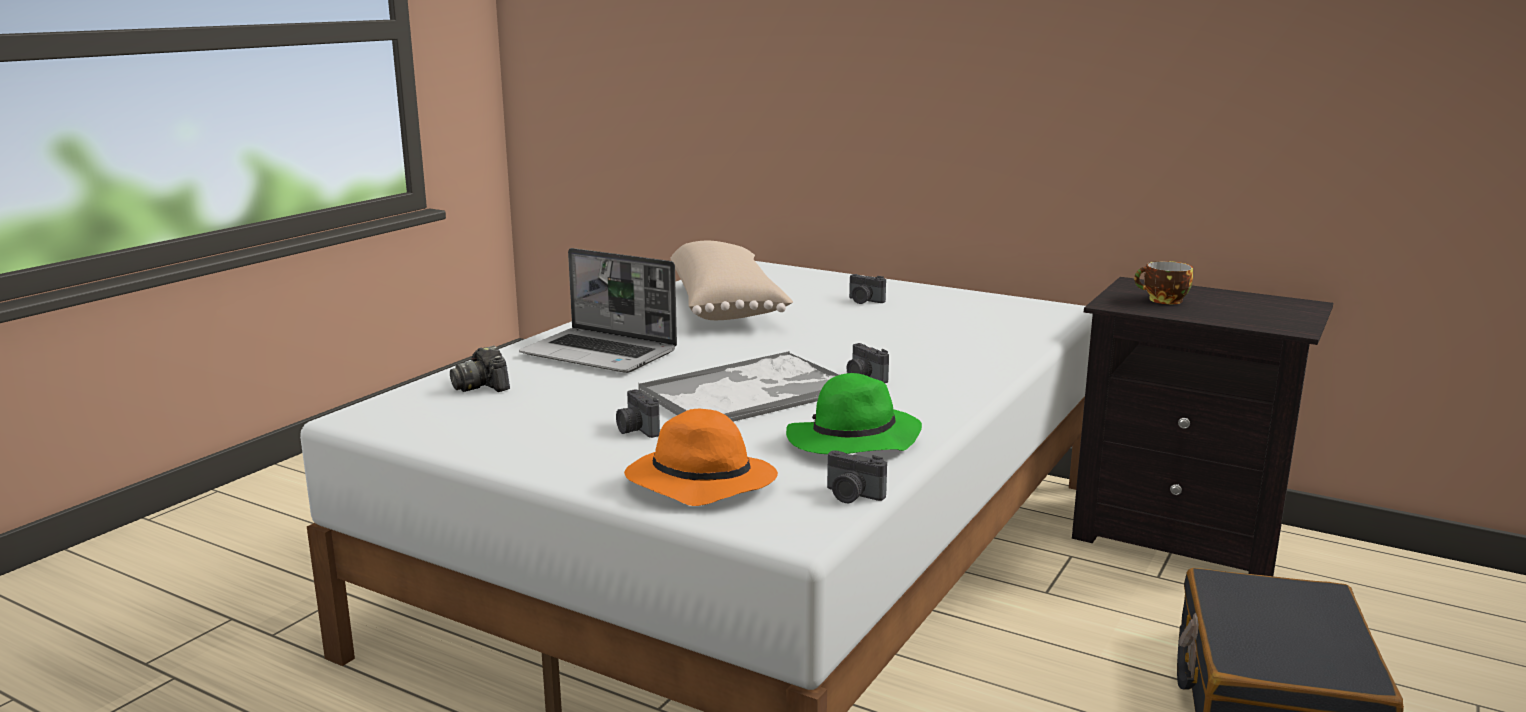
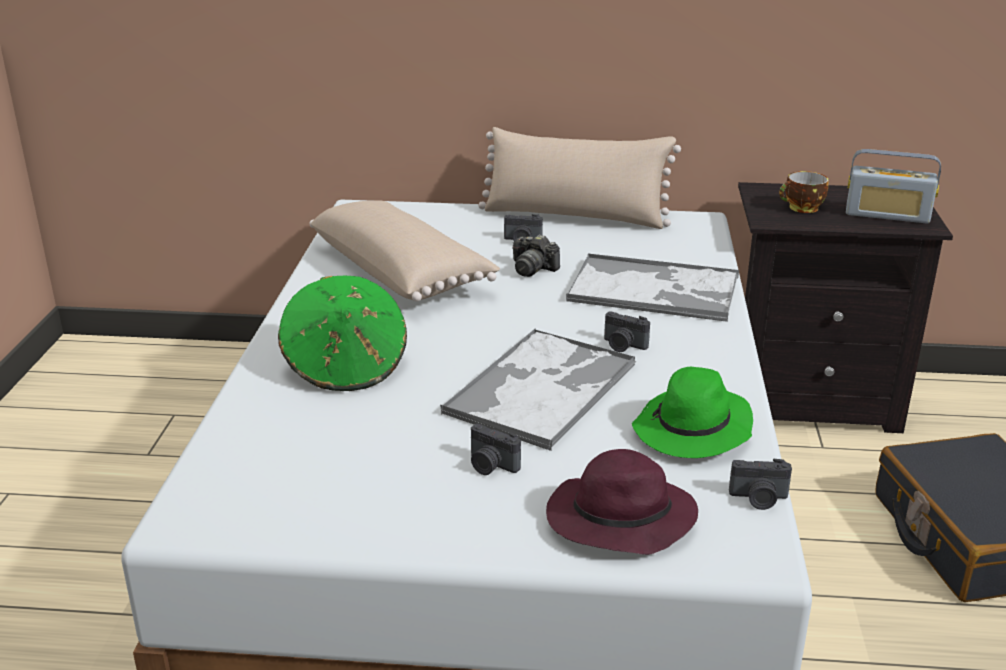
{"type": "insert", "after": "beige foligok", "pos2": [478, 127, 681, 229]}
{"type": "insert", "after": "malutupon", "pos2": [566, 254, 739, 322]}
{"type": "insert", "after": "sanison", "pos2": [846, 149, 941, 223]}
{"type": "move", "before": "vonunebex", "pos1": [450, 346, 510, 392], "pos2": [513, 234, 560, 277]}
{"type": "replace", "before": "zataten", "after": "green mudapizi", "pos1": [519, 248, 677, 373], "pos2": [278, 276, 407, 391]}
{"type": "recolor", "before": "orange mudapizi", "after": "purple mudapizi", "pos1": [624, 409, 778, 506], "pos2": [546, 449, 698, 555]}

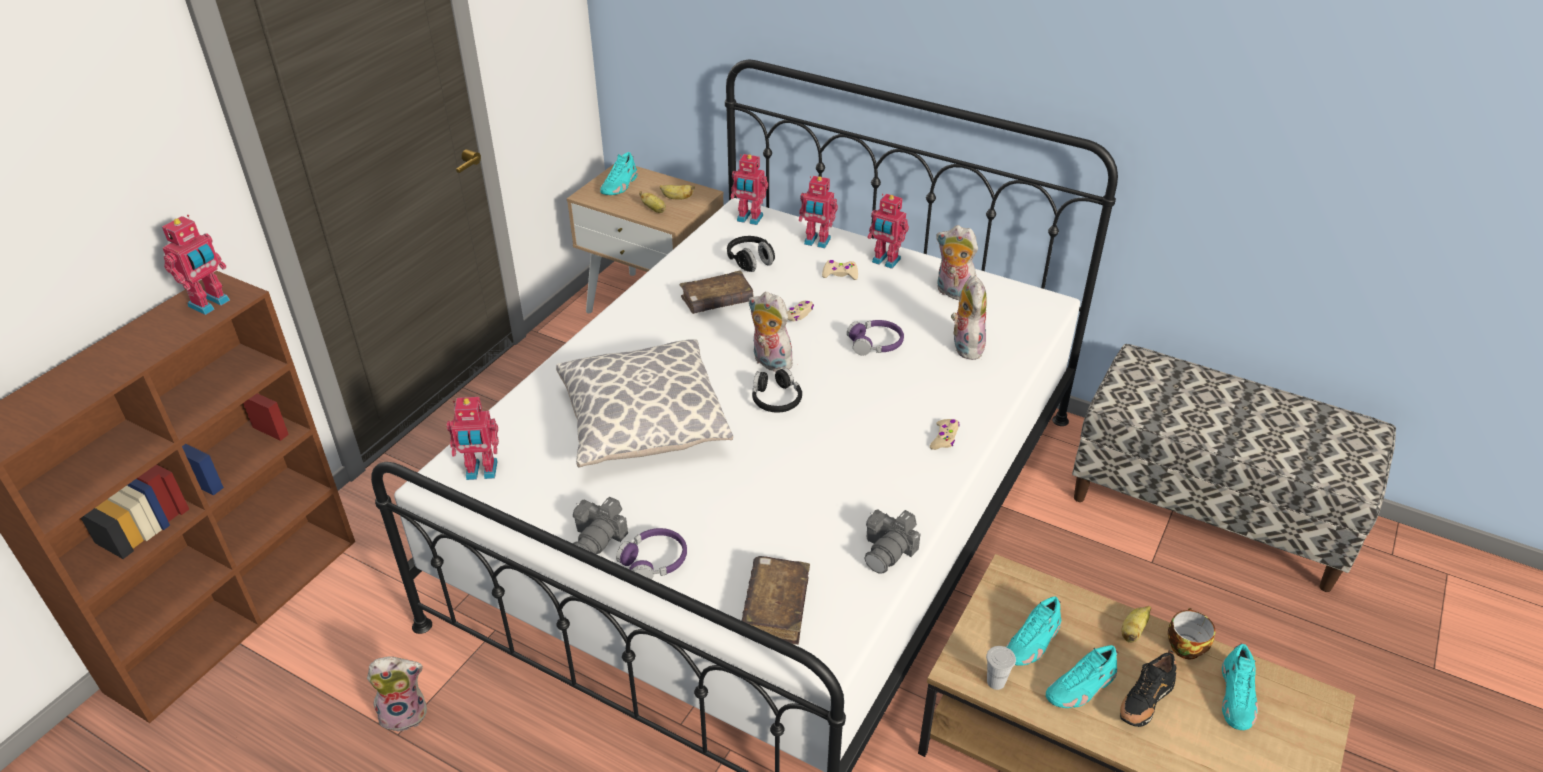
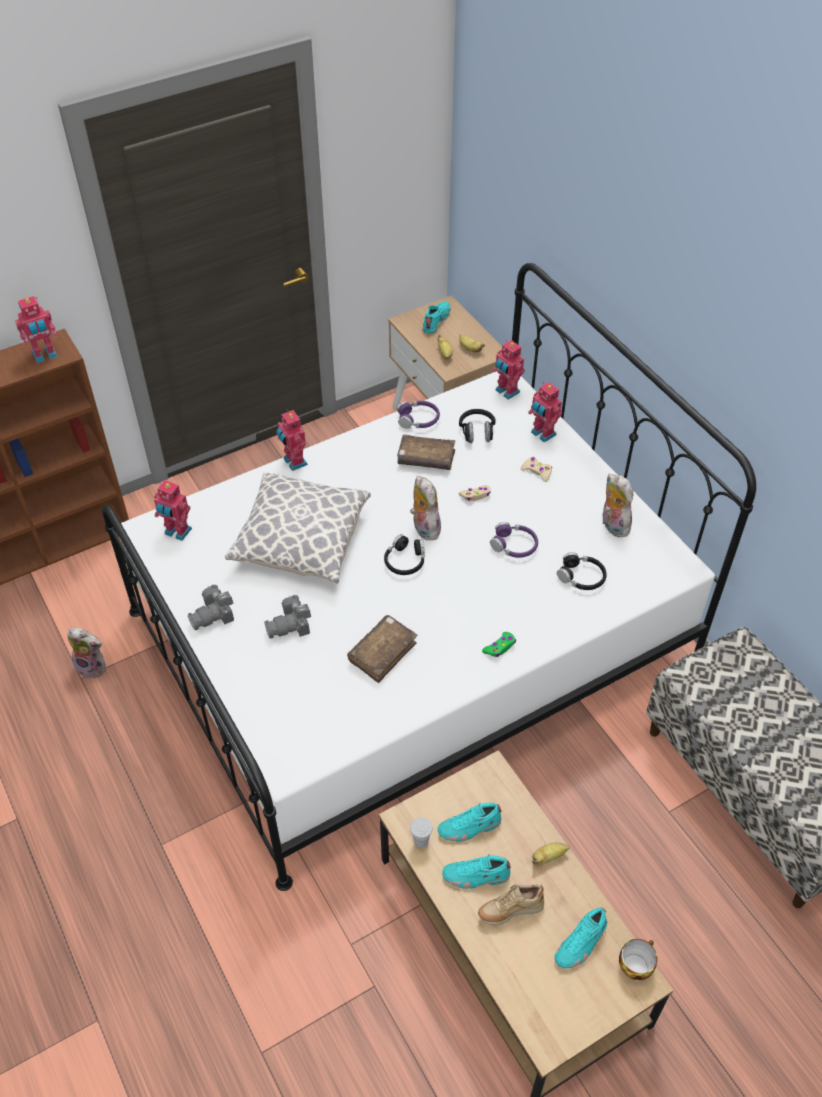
{"type": "move", "before": "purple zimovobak", "pos1": [616, 528, 687, 580], "pos2": [397, 401, 440, 429]}
{"type": "move", "before": "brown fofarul", "pos1": [741, 556, 810, 645], "pos2": [347, 615, 418, 683]}
{"type": "move", "before": "vonunebex", "pos1": [864, 509, 920, 574], "pos2": [265, 595, 311, 639]}
{"type": "move", "before": "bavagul", "pos1": [868, 194, 909, 269], "pos2": [276, 410, 308, 471]}
{"type": "move", "before": "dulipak", "pos1": [1168, 608, 1215, 659], "pos2": [619, 939, 657, 980]}
{"type": "replace", "before": "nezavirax", "after": "black zimovobak", "pos1": [951, 276, 987, 360], "pos2": [557, 552, 607, 590]}
{"type": "recolor", "before": "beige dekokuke", "after": "green dekokuke", "pos1": [930, 419, 960, 450], "pos2": [482, 632, 516, 657]}
{"type": "recolor", "before": "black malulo", "after": "beige malulo", "pos1": [1120, 650, 1176, 727], "pos2": [478, 884, 544, 925]}
{"type": "rotate", "before": "turquoise malulo", "pos1": [600, 152, 638, 195], "pos2": [423, 301, 451, 334], "turn": 150}

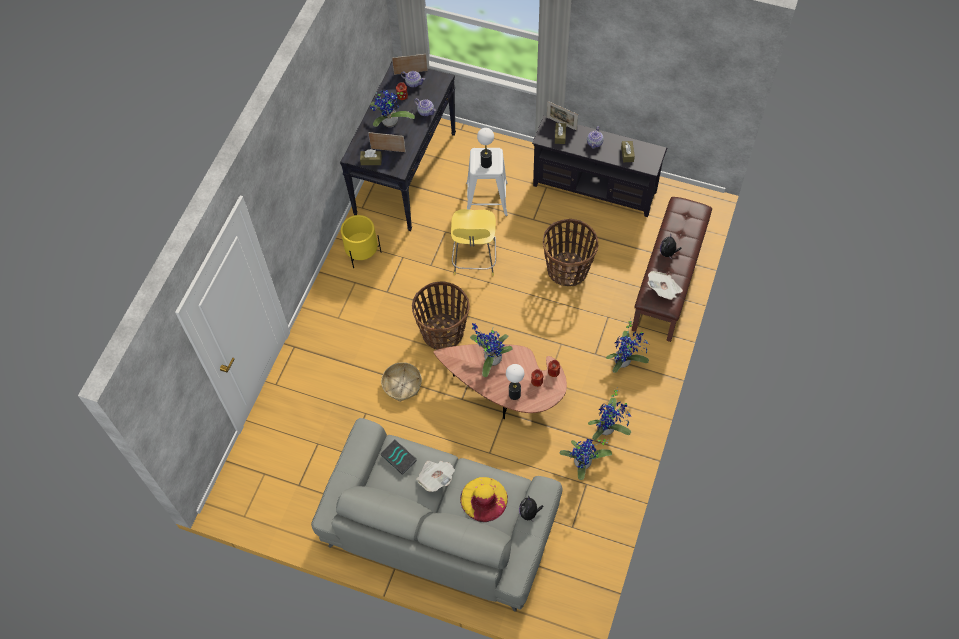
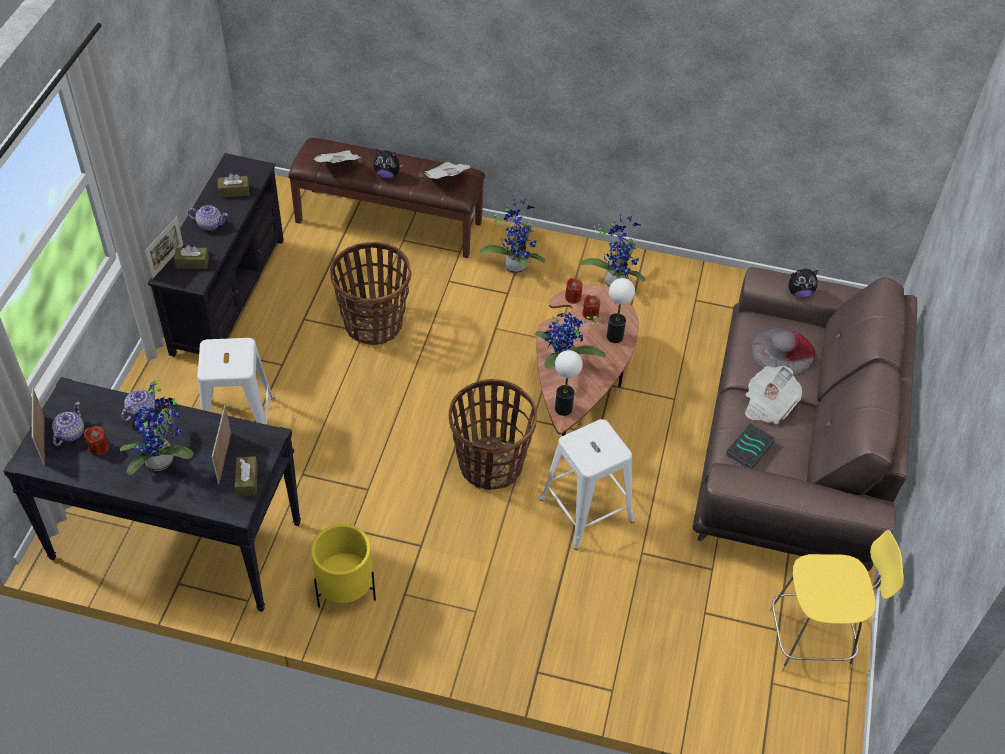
{"type": "delete", "before": "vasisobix", "pos1": [560, 439, 612, 480]}
{"type": "insert", "after": "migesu", "pos2": [314, 151, 361, 163]}
{"type": "move", "before": "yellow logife", "pos1": [451, 209, 496, 276], "pos2": [769, 530, 904, 671]}
{"type": "move", "before": "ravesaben", "pos1": [477, 128, 494, 168], "pos2": [555, 350, 583, 416]}
{"type": "replace", "before": "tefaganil", "after": "white logife", "pos1": [381, 362, 422, 402], "pos2": [539, 419, 634, 550]}
{"type": "recolor", "before": "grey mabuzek", "after": "brown mabuzek", "pos1": [311, 418, 563, 612], "pos2": [693, 267, 917, 571]}
{"type": "recolor", "before": "yellow mudapizi", "after": "grey mudapizi", "pos1": [460, 477, 508, 522], "pos2": [752, 328, 816, 376]}

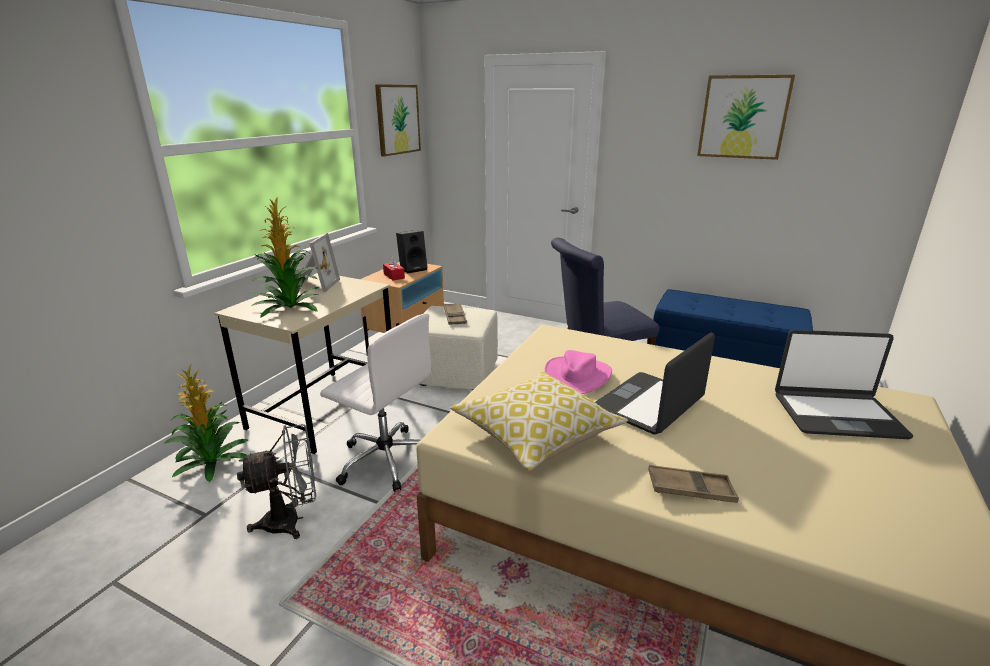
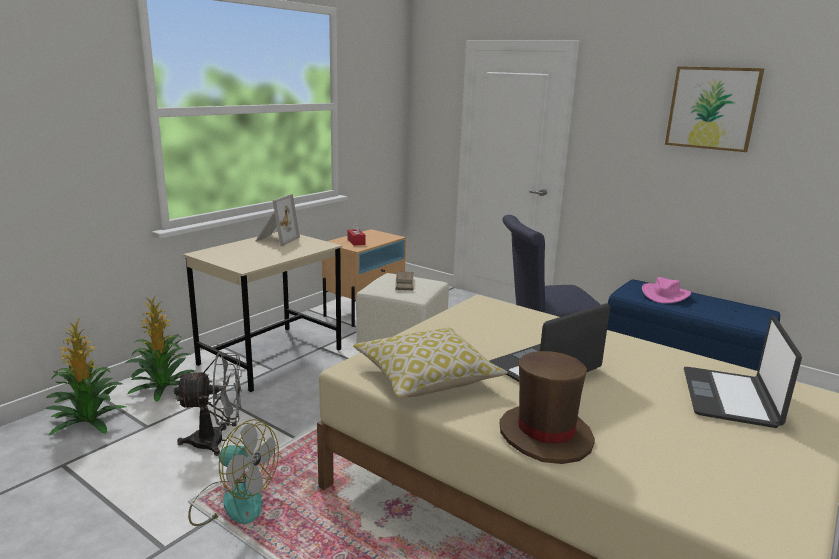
{"type": "delete", "before": "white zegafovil", "pos1": [320, 314, 431, 492]}
{"type": "delete", "before": "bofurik", "pos1": [375, 84, 421, 157]}
{"type": "delete", "before": "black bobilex", "pos1": [396, 230, 427, 273]}
{"type": "insert", "after": "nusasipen", "pos2": [188, 419, 279, 526]}
{"type": "move", "before": "vasisobix", "pos1": [249, 197, 319, 318], "pos2": [45, 318, 126, 435]}
{"type": "move", "before": "pink mudapizi", "pos1": [544, 350, 612, 394], "pos2": [642, 277, 691, 303]}
{"type": "replace", "before": "brown malutupon", "after": "brown mudapizi", "pos1": [648, 465, 739, 503], "pos2": [500, 351, 595, 464]}
{"type": "rotate", "before": "zataten", "pos1": [775, 330, 913, 439], "pos2": [684, 316, 802, 428], "turn": 90}

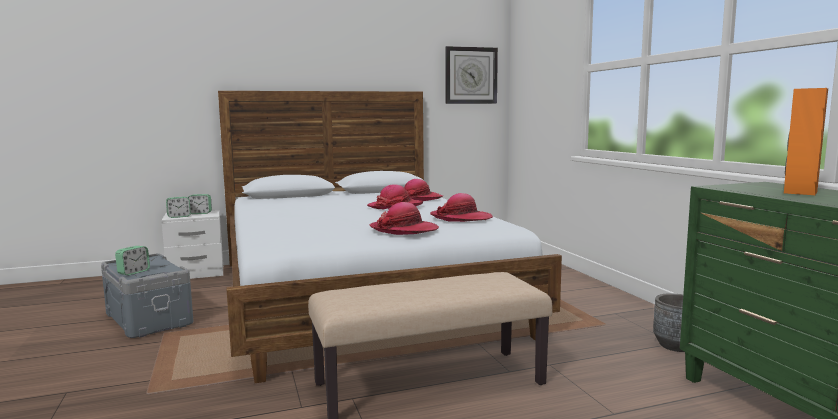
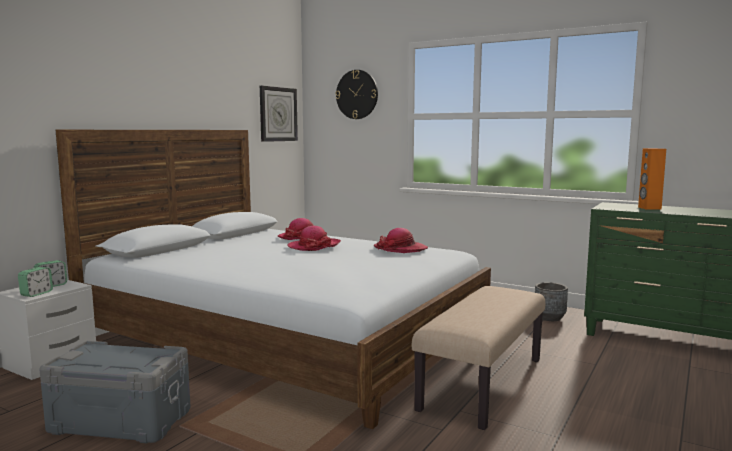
{"type": "delete", "before": "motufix", "pos1": [115, 246, 150, 275]}
{"type": "delete", "before": "mudapizi", "pos1": [370, 202, 439, 235]}
{"type": "insert", "after": "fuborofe", "pos2": [335, 70, 378, 119]}

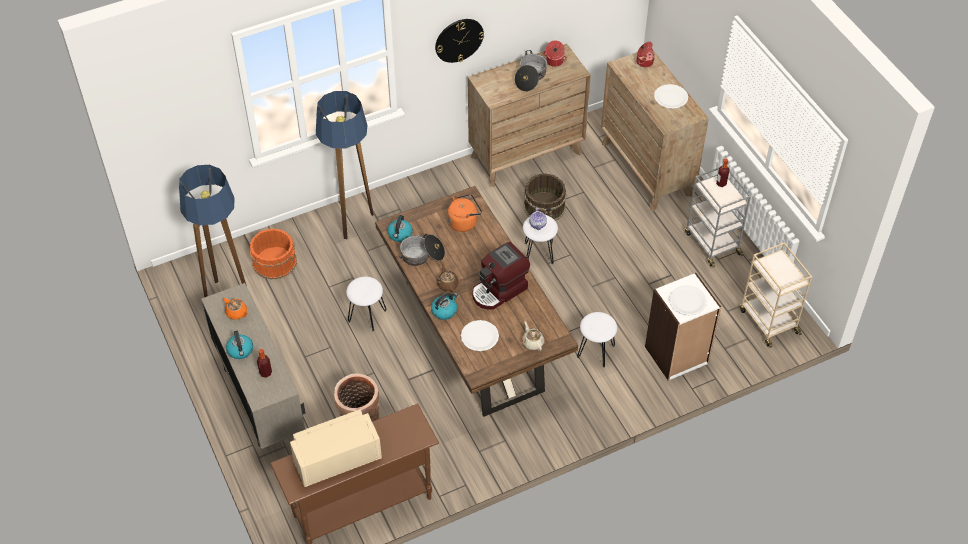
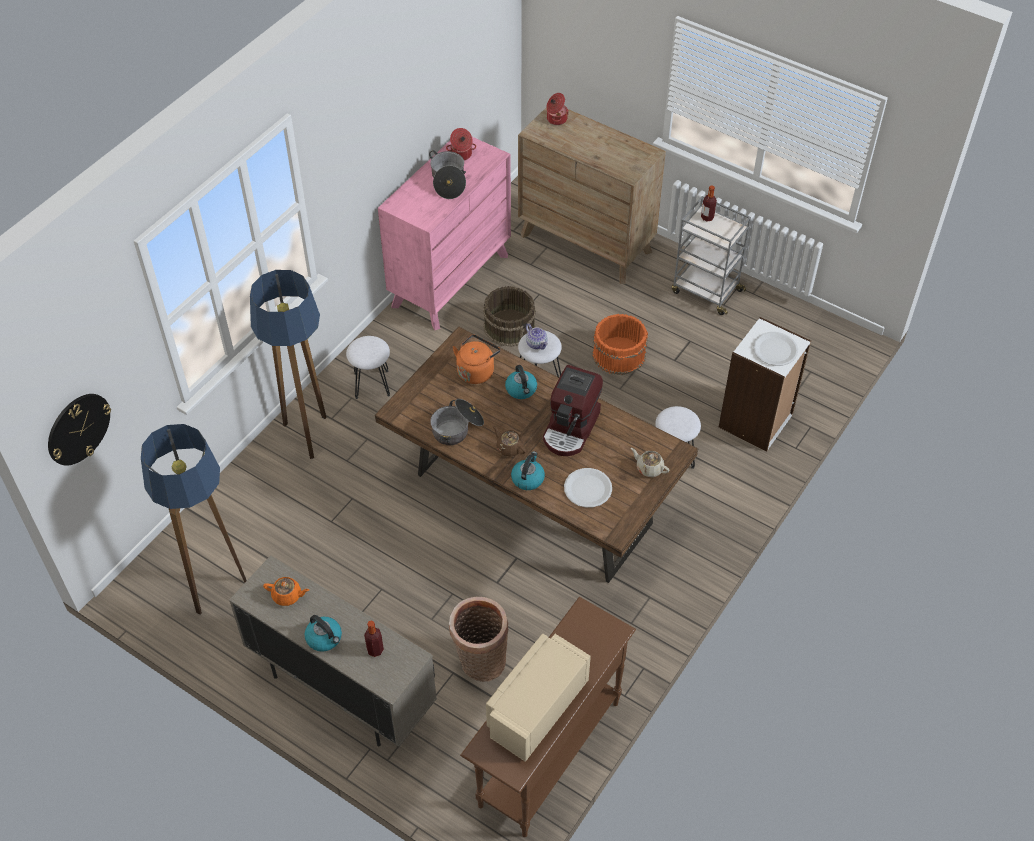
{"type": "delete", "before": "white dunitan", "pos1": [654, 84, 688, 109]}
{"type": "delete", "before": "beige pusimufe", "pos1": [740, 242, 812, 348]}
{"type": "move", "before": "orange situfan", "pos1": [250, 228, 297, 279], "pos2": [592, 314, 648, 375]}
{"type": "move", "before": "white logife", "pos1": [346, 277, 386, 331], "pos2": [346, 336, 390, 399]}
{"type": "move", "before": "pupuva", "pos1": [387, 215, 413, 242], "pos2": [505, 365, 537, 399]}
{"type": "move", "before": "fuborofe", "pos1": [435, 19, 484, 63], "pos2": [48, 394, 111, 466]}
{"type": "recolor", "before": "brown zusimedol", "after": "pink zusimedol", "pos1": [468, 44, 591, 187], "pos2": [378, 137, 511, 330]}

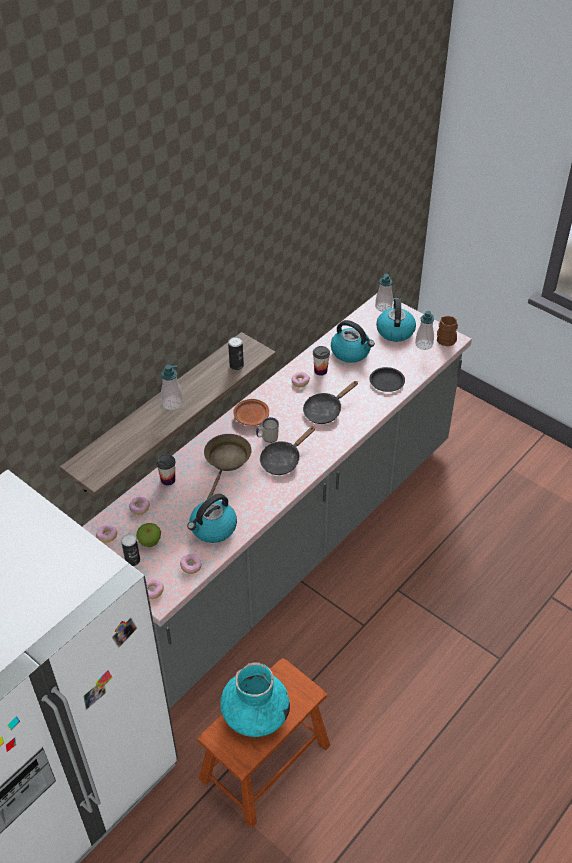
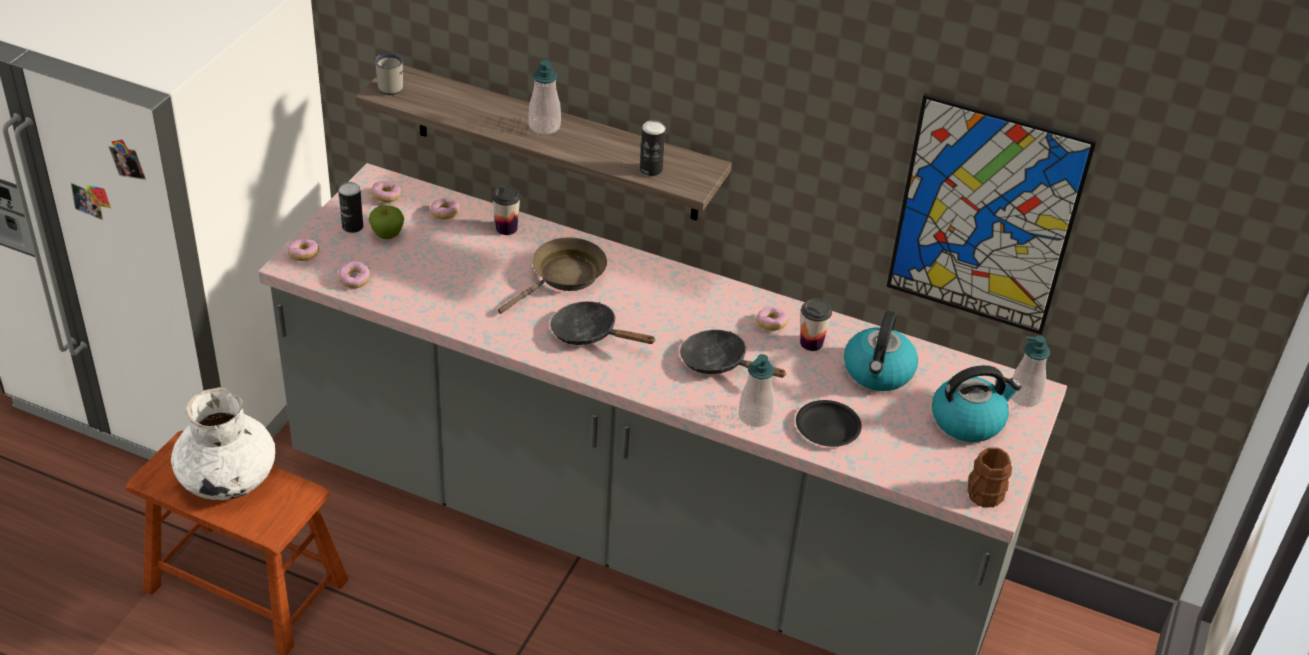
{"type": "delete", "before": "pupuva", "pos1": [187, 494, 237, 543]}
{"type": "delete", "before": "brown dunitan", "pos1": [233, 399, 269, 426]}
{"type": "insert", "after": "bofurik", "pos2": [887, 93, 1097, 335]}
{"type": "move", "before": "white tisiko", "pos1": [256, 417, 279, 443], "pos2": [375, 54, 403, 95]}
{"type": "move", "before": "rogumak", "pos1": [415, 311, 434, 350], "pos2": [739, 354, 774, 427]}
{"type": "recolor", "before": "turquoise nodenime", "after": "white nodenime", "pos1": [220, 662, 290, 737], "pos2": [171, 387, 275, 500]}
{"type": "rotate", "before": "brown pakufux", "pos1": [204, 434, 252, 499], "pos2": [498, 237, 607, 314], "turn": -45}

